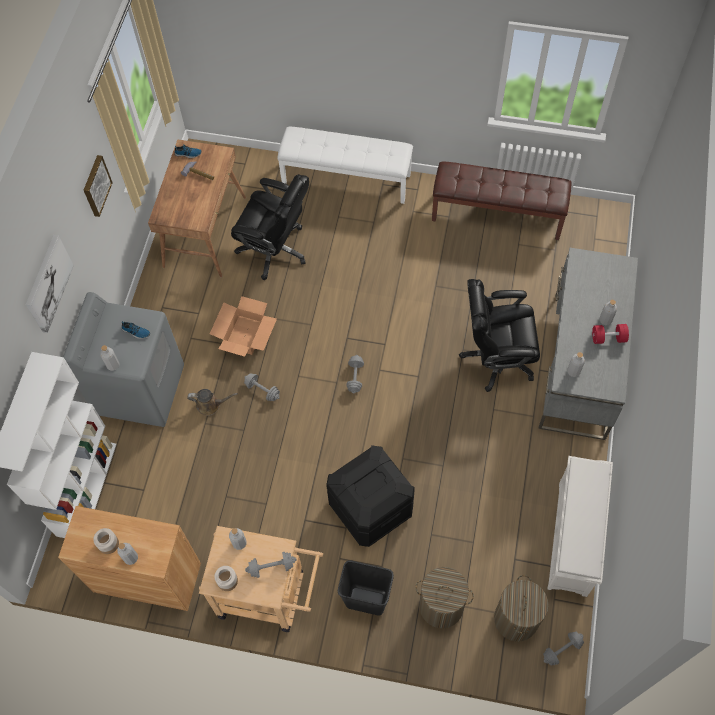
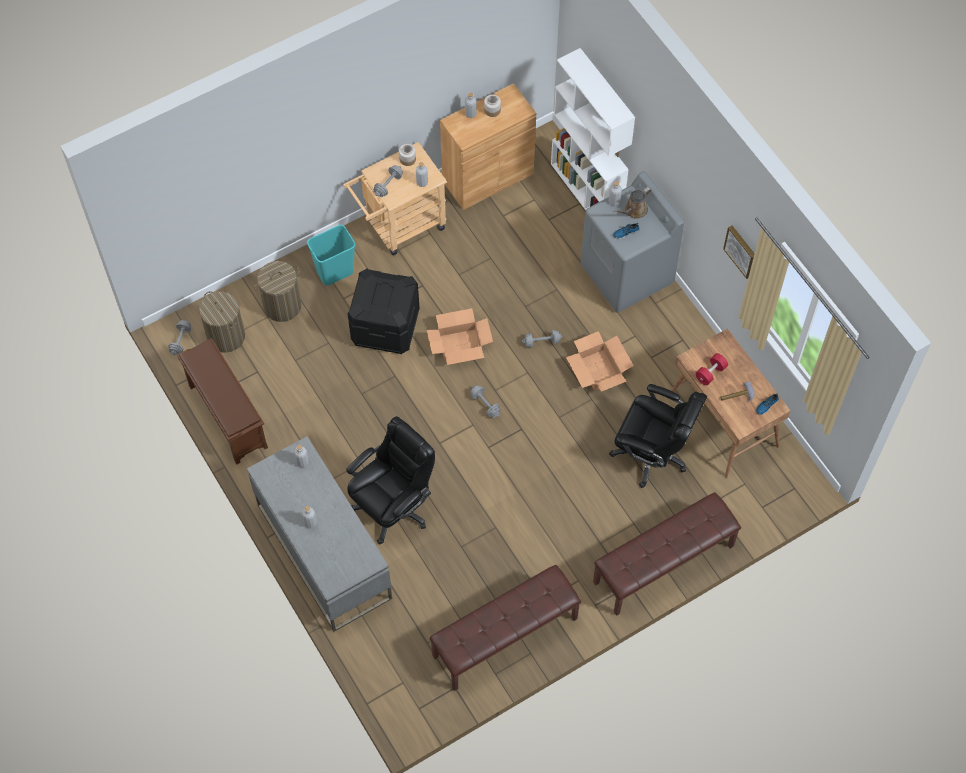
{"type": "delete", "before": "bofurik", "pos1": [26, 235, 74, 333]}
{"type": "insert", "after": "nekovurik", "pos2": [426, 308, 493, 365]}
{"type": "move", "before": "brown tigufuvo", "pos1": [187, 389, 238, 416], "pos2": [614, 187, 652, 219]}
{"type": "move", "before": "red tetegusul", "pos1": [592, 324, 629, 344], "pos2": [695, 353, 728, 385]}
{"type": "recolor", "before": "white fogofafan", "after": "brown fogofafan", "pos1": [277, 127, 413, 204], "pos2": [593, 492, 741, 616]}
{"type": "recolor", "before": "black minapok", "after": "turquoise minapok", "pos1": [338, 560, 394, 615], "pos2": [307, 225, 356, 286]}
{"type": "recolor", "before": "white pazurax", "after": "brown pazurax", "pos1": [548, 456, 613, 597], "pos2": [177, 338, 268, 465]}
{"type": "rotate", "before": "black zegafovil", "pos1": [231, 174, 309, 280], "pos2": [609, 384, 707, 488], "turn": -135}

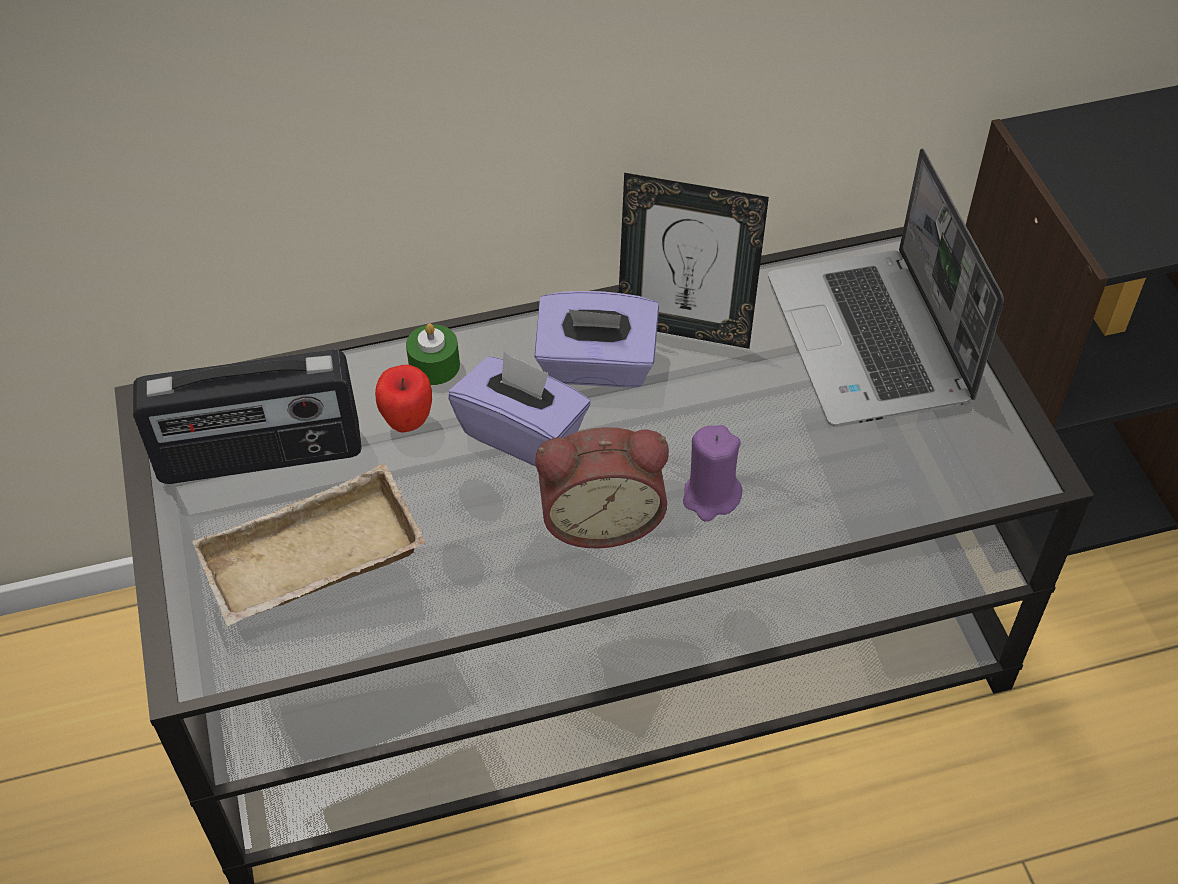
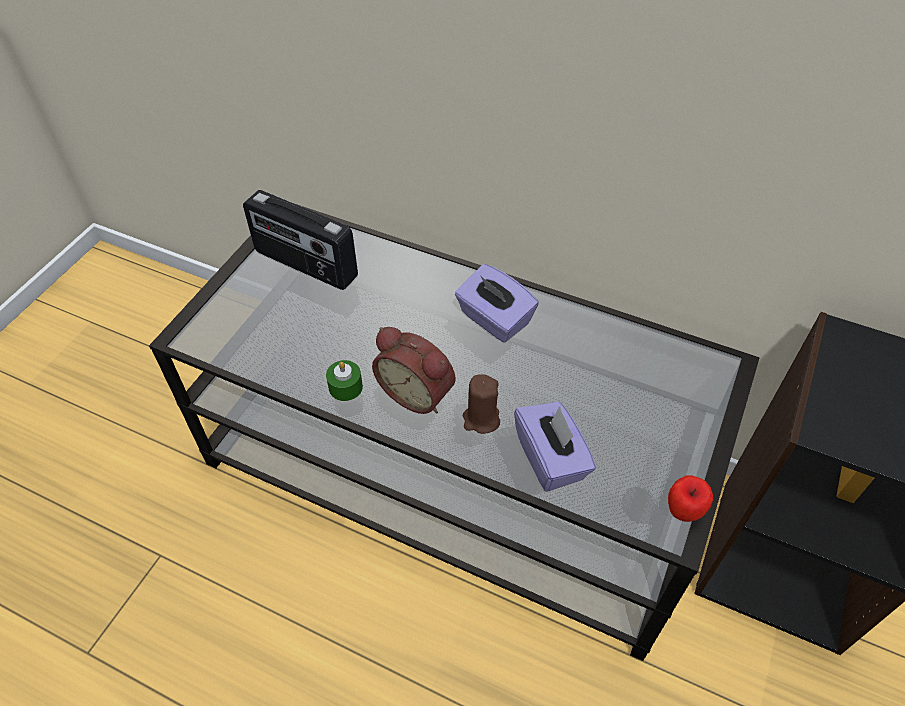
{"type": "delete", "before": "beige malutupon", "pos1": [192, 464, 426, 626]}
{"type": "delete", "before": "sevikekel", "pos1": [619, 173, 769, 349]}
{"type": "delete", "before": "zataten", "pos1": [768, 148, 1004, 427]}
{"type": "move", "before": "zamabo", "pos1": [375, 365, 432, 432], "pos2": [668, 475, 713, 522]}
{"type": "move", "before": "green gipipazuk", "pos1": [406, 323, 460, 385], "pos2": [326, 360, 363, 401]}
{"type": "move", "before": "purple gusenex", "pos1": [448, 351, 590, 466], "pos2": [514, 402, 596, 492]}
{"type": "recolor", "before": "purple gipipazuk", "after": "brown gipipazuk", "pos1": [683, 425, 742, 522], "pos2": [463, 374, 500, 434]}

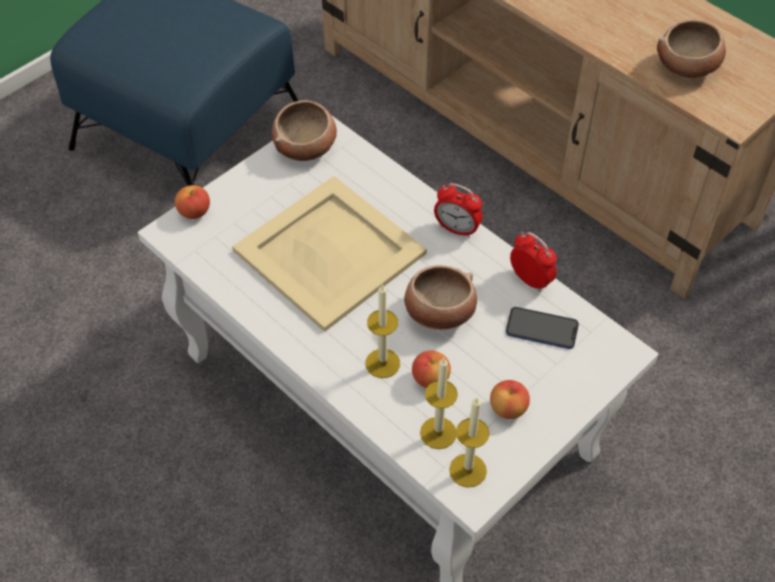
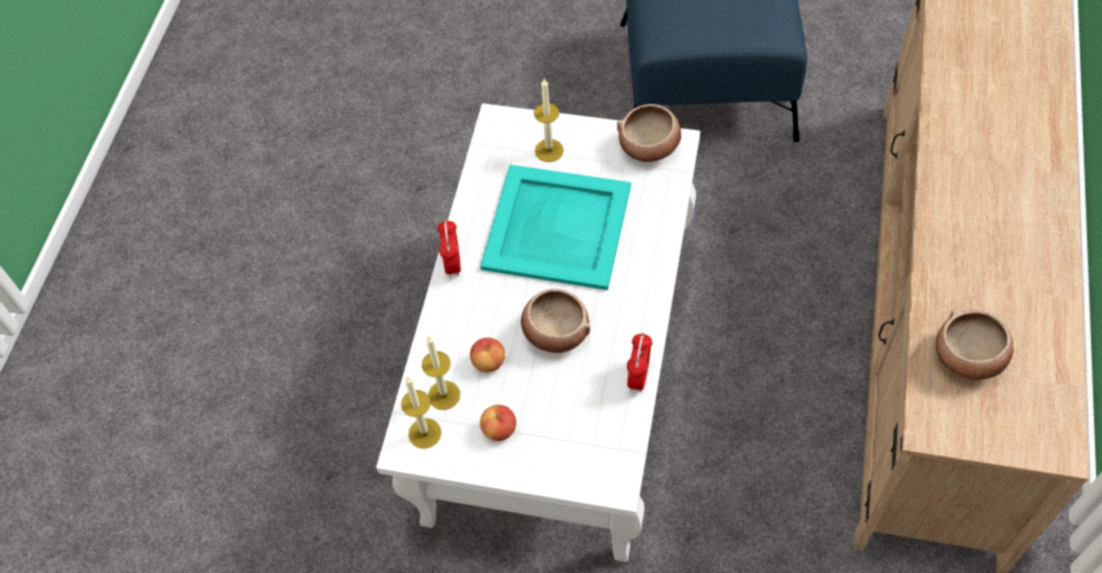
{"type": "delete", "before": "zamabo", "pos1": [175, 185, 210, 219]}
{"type": "delete", "before": "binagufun", "pos1": [506, 307, 579, 349]}
{"type": "move", "before": "gipipazuk", "pos1": [366, 284, 400, 378], "pos2": [534, 79, 564, 162]}
{"type": "move", "before": "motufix", "pos1": [434, 183, 482, 238], "pos2": [437, 219, 461, 277]}
{"type": "recolor", "before": "beige malutupon", "after": "turquoise malutupon", "pos1": [232, 176, 427, 332], "pos2": [480, 165, 631, 290]}

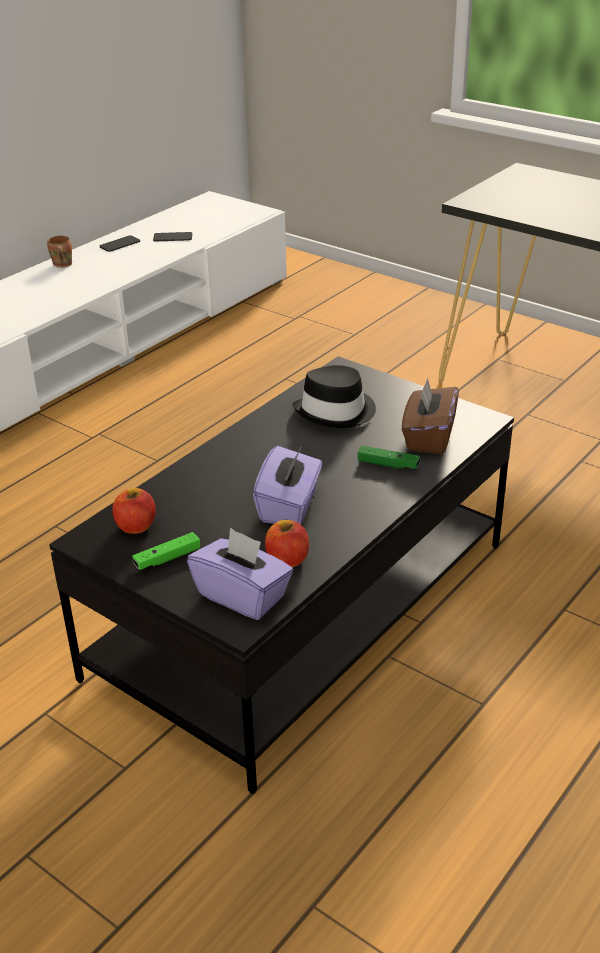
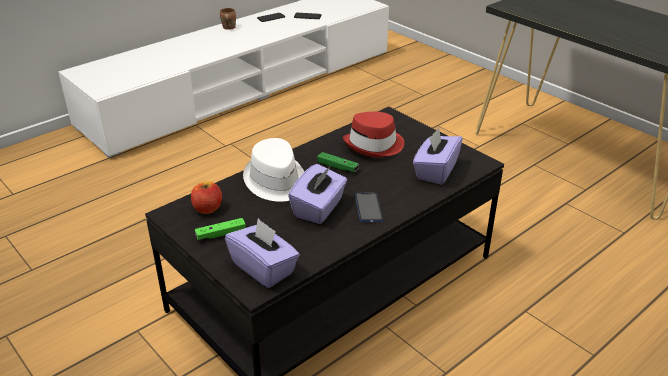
{"type": "delete", "before": "zamabo", "pos1": [265, 520, 309, 567]}
{"type": "insert", "after": "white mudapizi", "pos2": [243, 138, 304, 202]}
{"type": "insert", "after": "binagufun", "pos2": [355, 193, 383, 222]}
{"type": "move", "before": "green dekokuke", "pos1": [358, 446, 420, 469], "pos2": [317, 152, 359, 172]}
{"type": "recolor", "before": "black mudapizi", "after": "red mudapizi", "pos1": [292, 365, 376, 428], "pos2": [343, 111, 404, 157]}
{"type": "recolor", "before": "brown gusenex", "after": "purple gusenex", "pos1": [402, 378, 459, 454], "pos2": [413, 127, 463, 185]}

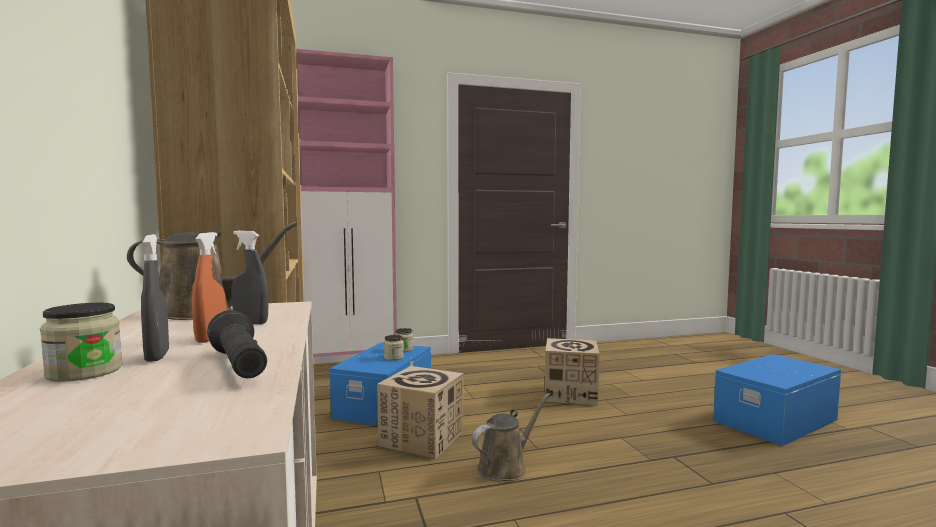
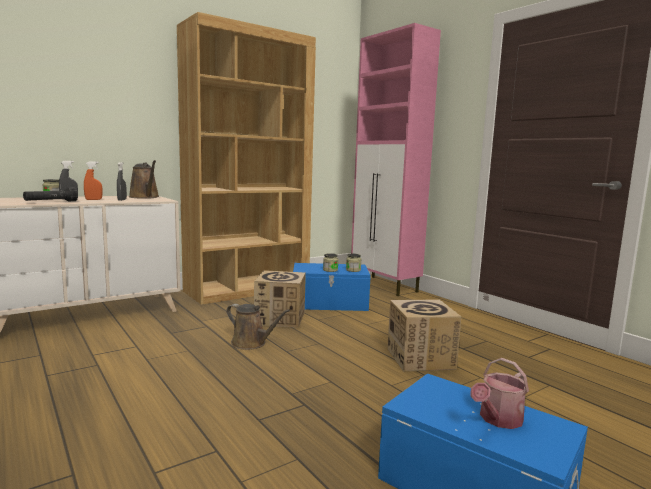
{"type": "insert", "after": "tigufuvo", "pos2": [471, 358, 529, 429]}

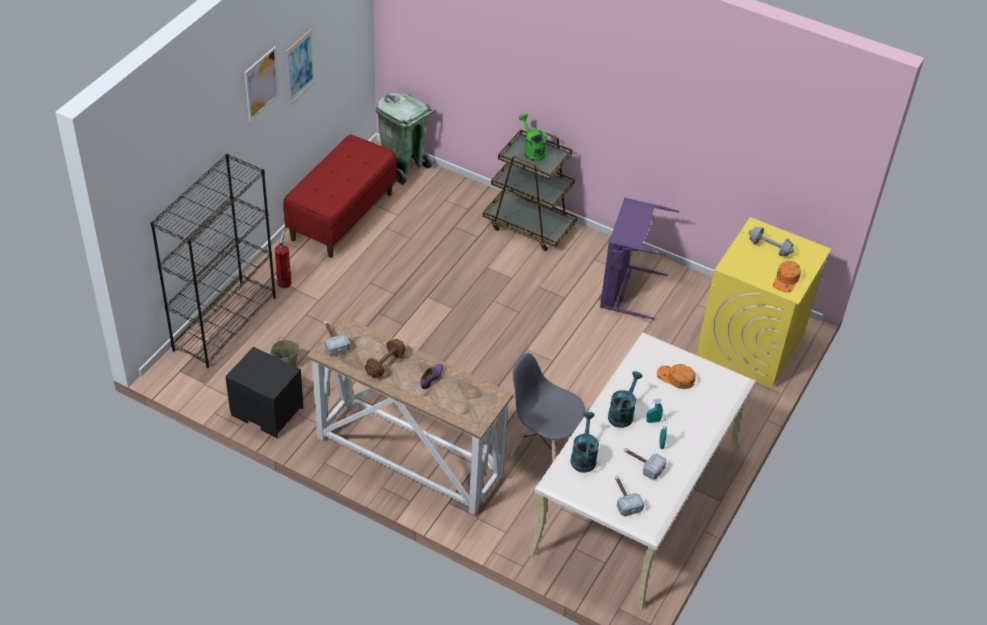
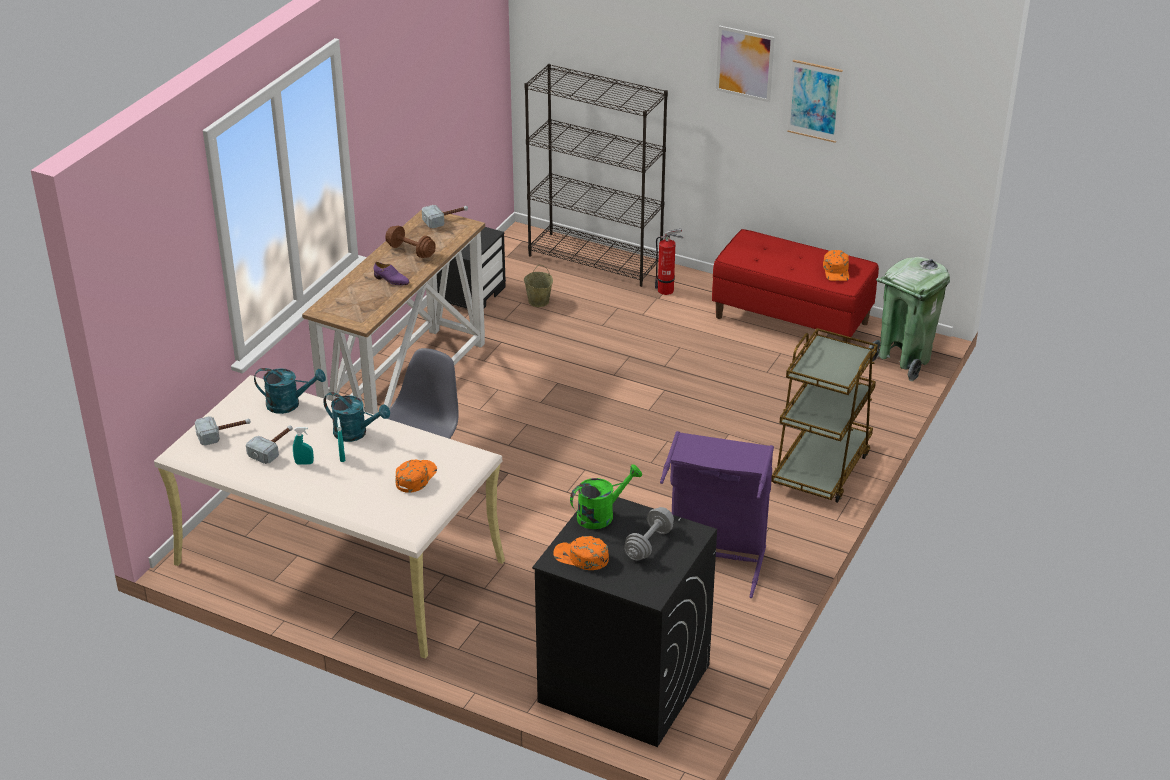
{"type": "insert", "after": "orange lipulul", "pos2": [823, 250, 849, 281]}
{"type": "move", "before": "green tigufuvo", "pos1": [519, 114, 547, 161], "pos2": [570, 464, 642, 529]}
{"type": "recolor", "before": "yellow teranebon", "after": "black teranebon", "pos1": [696, 217, 831, 388], "pos2": [532, 497, 717, 747]}

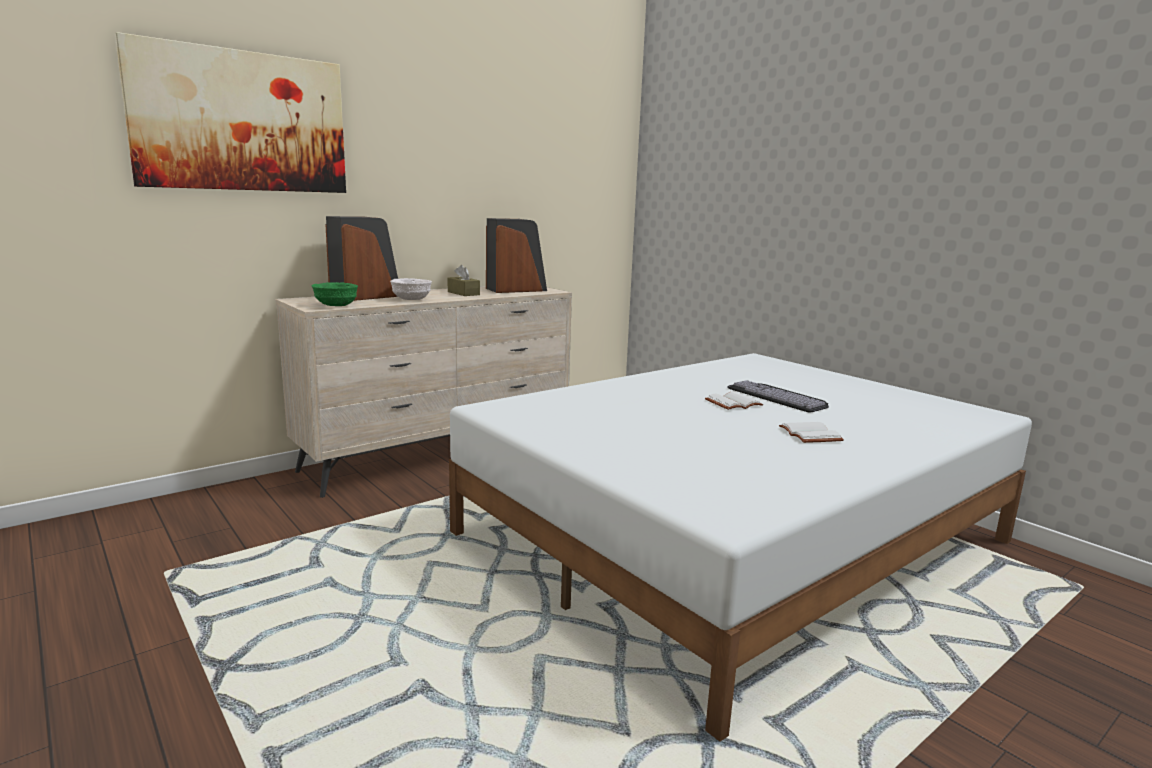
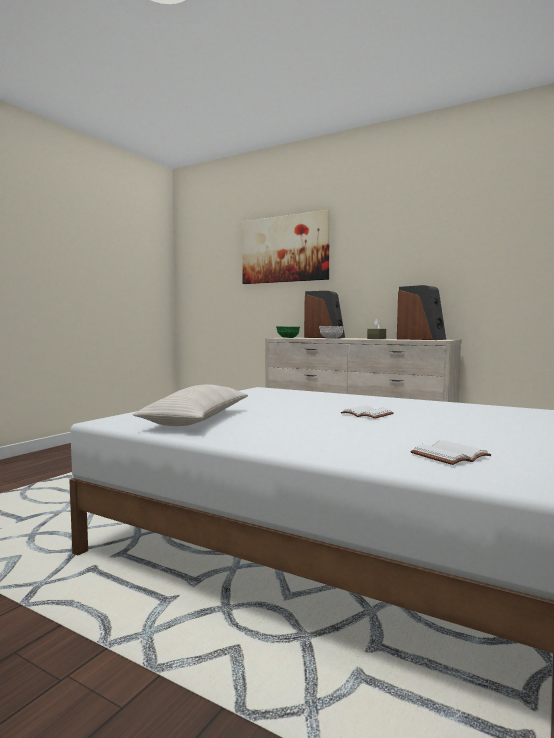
{"type": "delete", "before": "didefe", "pos1": [727, 380, 829, 412]}
{"type": "insert", "after": "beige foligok", "pos2": [133, 384, 248, 426]}
{"type": "move", "before": "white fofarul", "pos1": [779, 422, 844, 443], "pos2": [410, 440, 491, 465]}

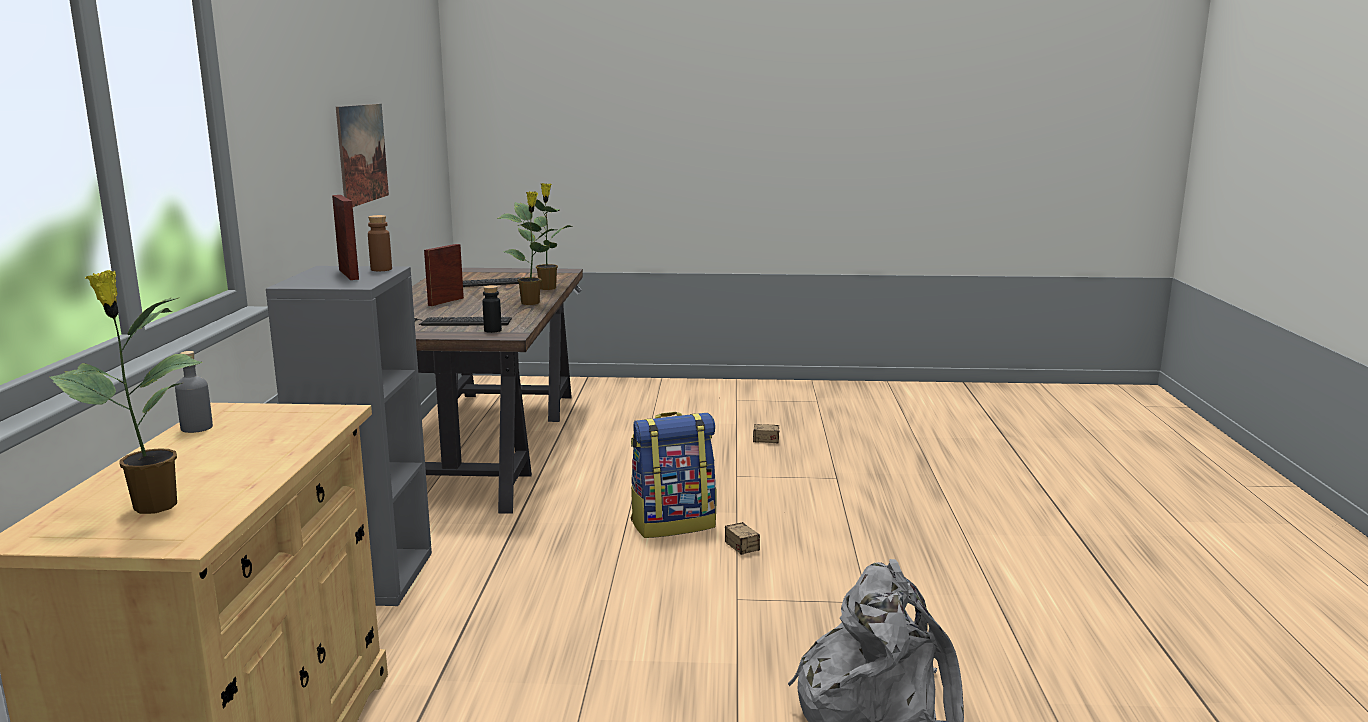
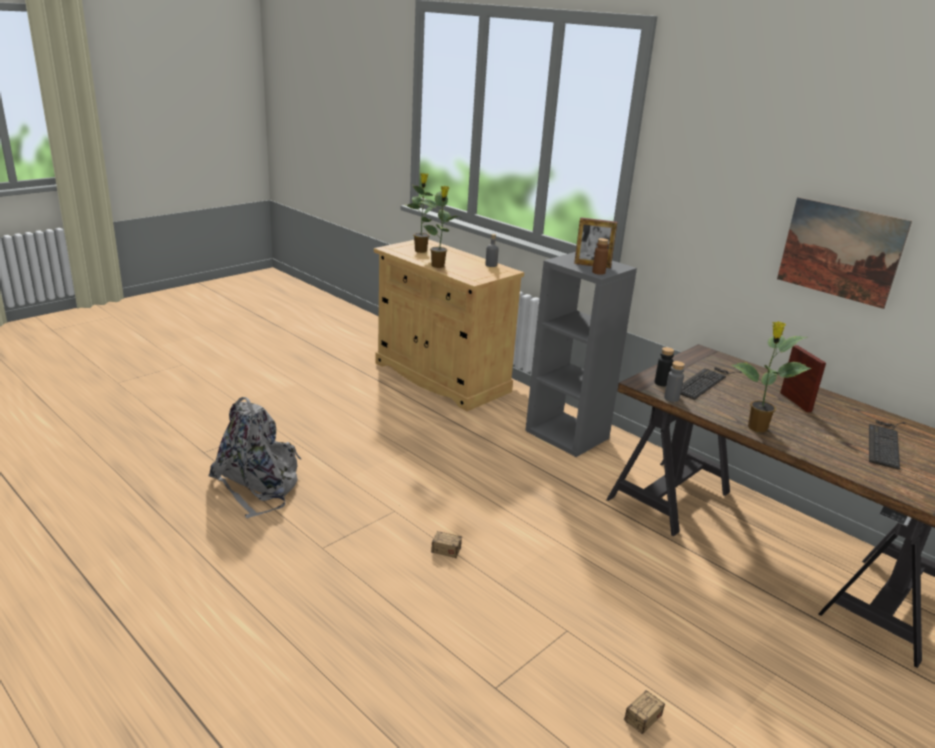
{"type": "delete", "before": "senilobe", "pos1": [631, 412, 717, 538]}
{"type": "insert", "after": "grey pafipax", "pos2": [664, 361, 685, 402]}
{"type": "move", "before": "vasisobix", "pos1": [521, 183, 573, 290], "pos2": [420, 186, 459, 268]}

